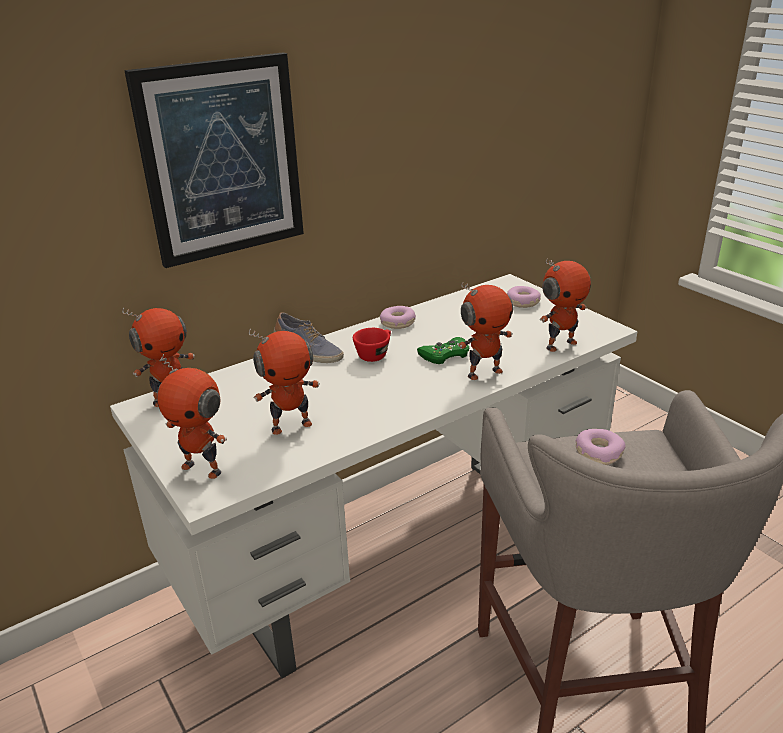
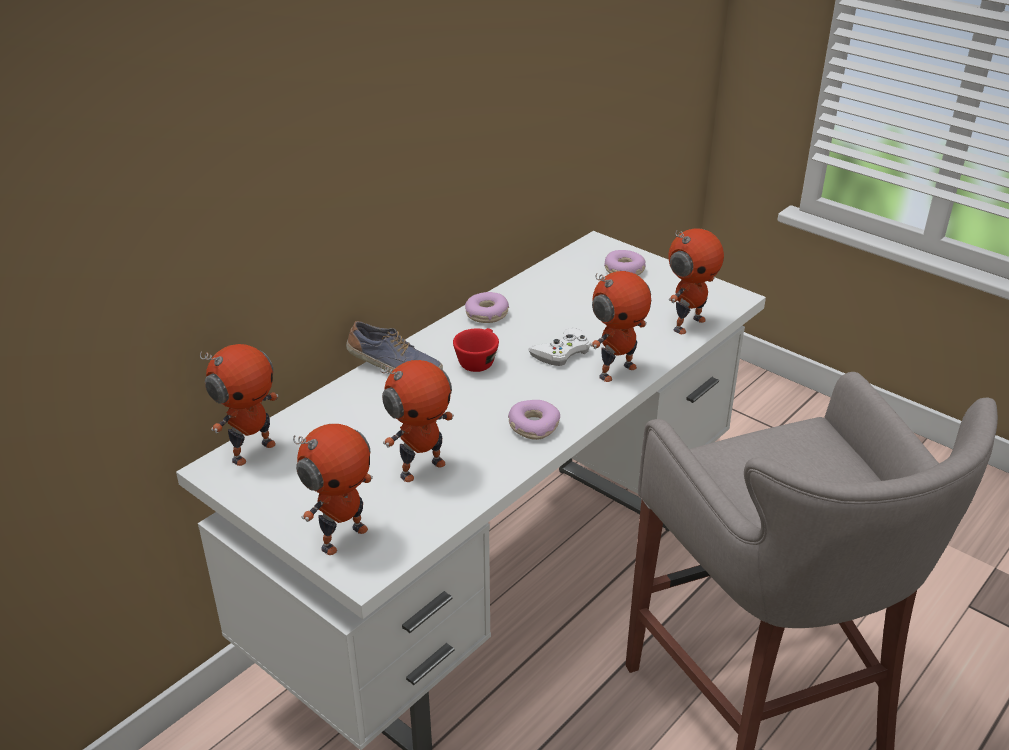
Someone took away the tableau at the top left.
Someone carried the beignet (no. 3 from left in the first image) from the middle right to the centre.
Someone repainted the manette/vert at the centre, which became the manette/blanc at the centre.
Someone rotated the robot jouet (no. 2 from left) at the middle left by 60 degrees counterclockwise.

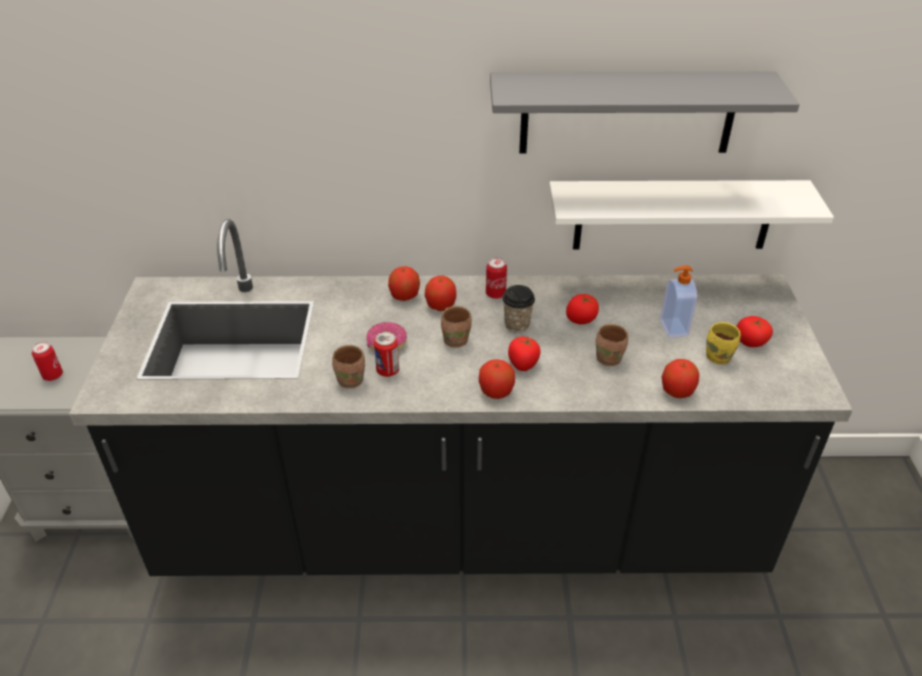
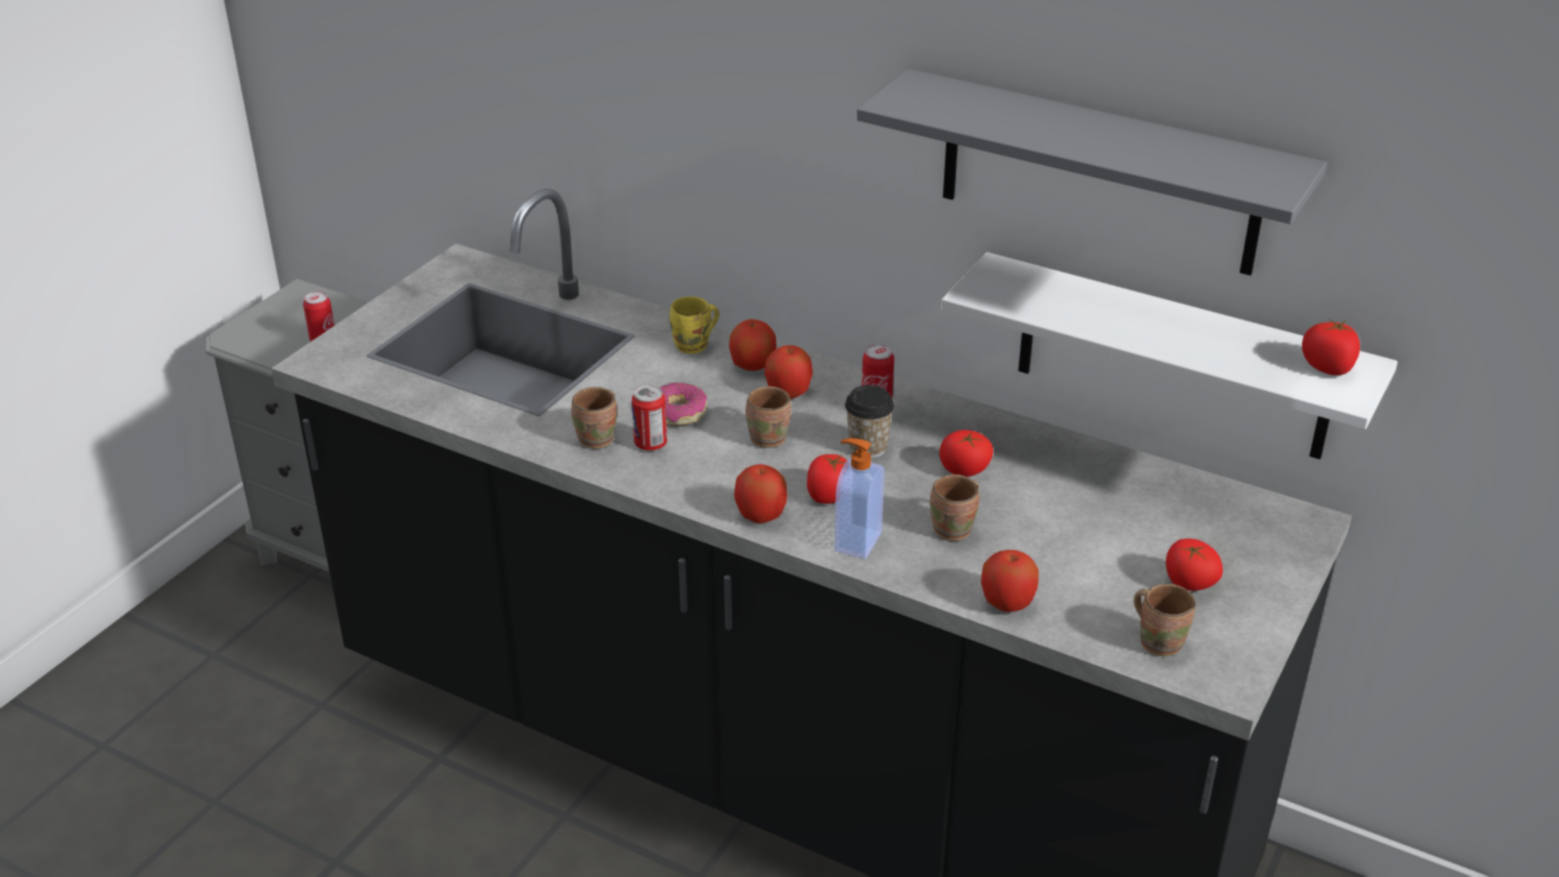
Someone put down the mug/marron (no. 4 from left) at the bottom right.
Someone put down the tomate (no. 4 from left) at the middle right.
Someone carried the distributeur de savon from the middle right to the centre.
Someone carried the mug/jaune from the middle right to the centre.

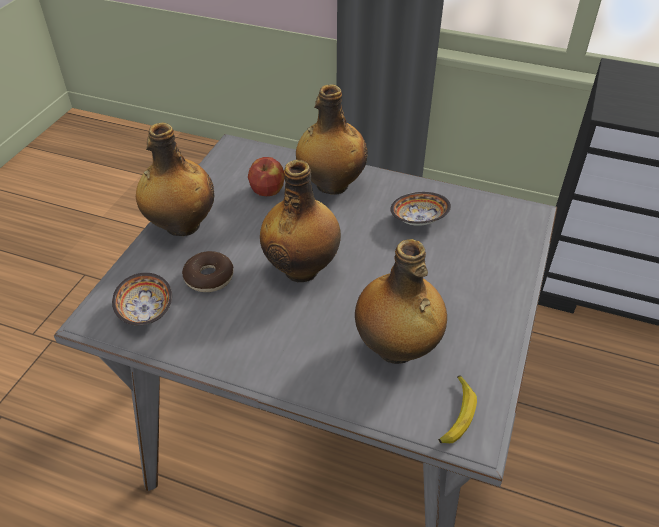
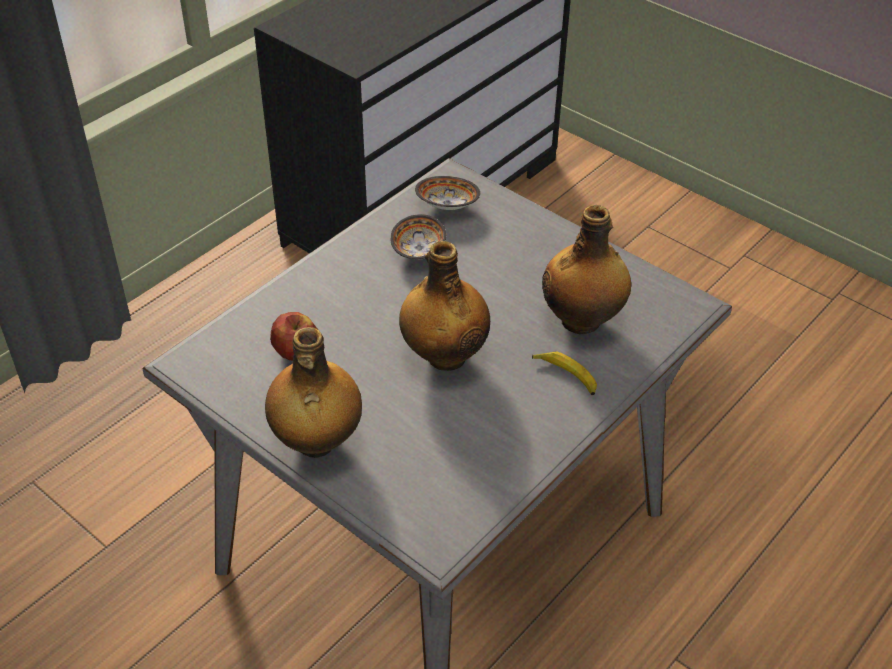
Someone took away the beignet at the middle left.
Someone took away the bouteille (no. 3 from left) at the top centre.
Someone carried the bol (no. 1 from left in the first image) from the middle left to the top centre.
Someone carried the banane from the bottom right to the centre.

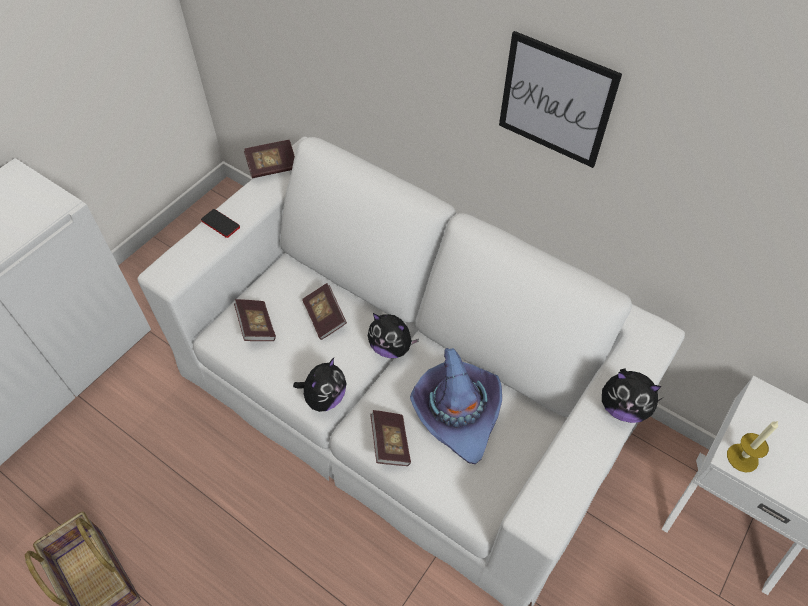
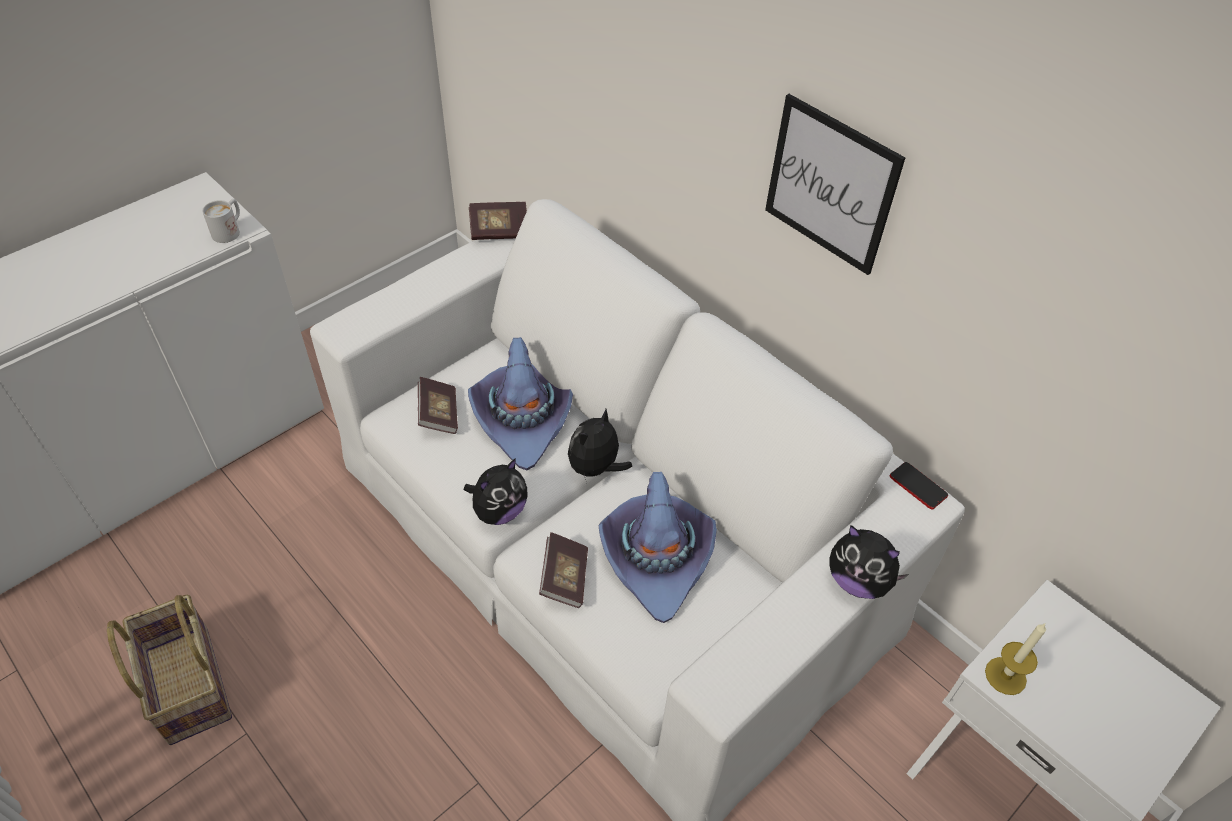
Someone put down the mug/blanc at the top left.
Someone carried the téléphone from the middle left to the middle right.
Someone swapped the livre (no. 3 from left) at the centre for the chapeau/violet (no. 1 from left) at the centre.
Someone rotated the peluche (no. 2 from left) at the centre by 90 degrees clockwise.

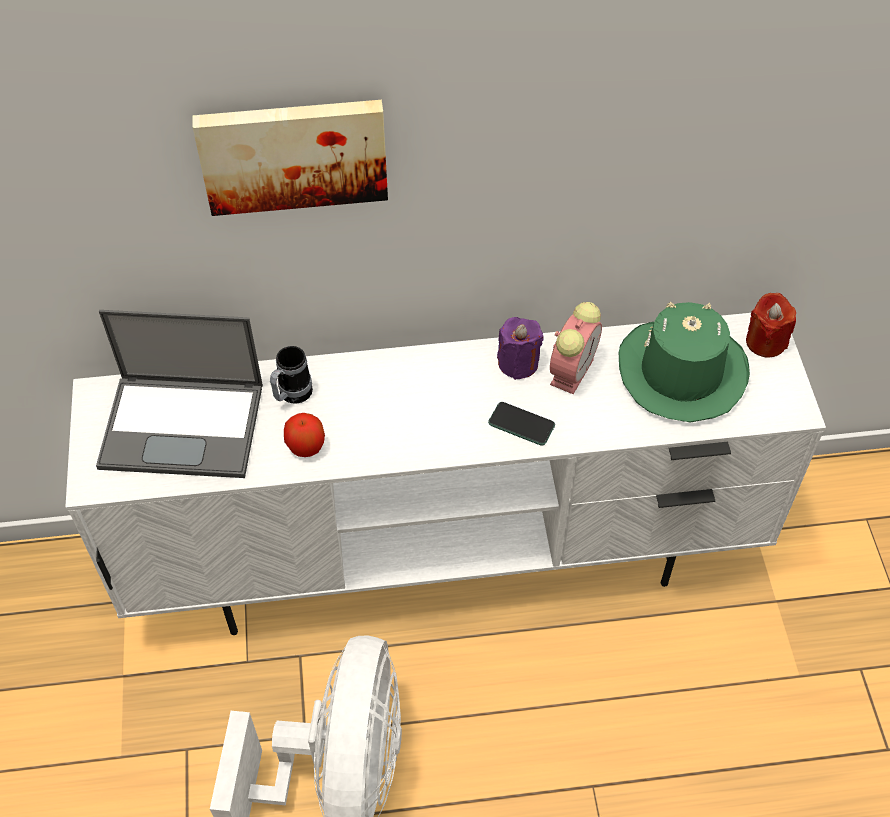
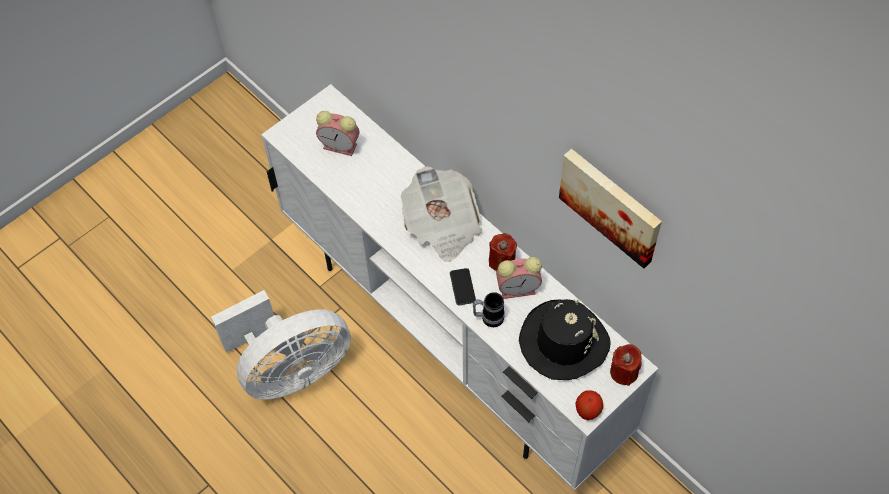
Someone put down the journal at the centre.
Someone carried the tableau from the top left to the middle right.
Someone carried the mug from the middle left to the centre.
Someone carried the pomme from the centre to the bottom centre.
Someone swapped the ordinateur portable at the middle left for the réveil (no. 1 from left) at the top centre.
Someone repainted the bougie/violet at the centre, which became the bougie/rouge (no. 1 from left) at the centre.
Someone repainted the chapeau/vert at the middle right, which became the chapeau/noir at the bottom centre.

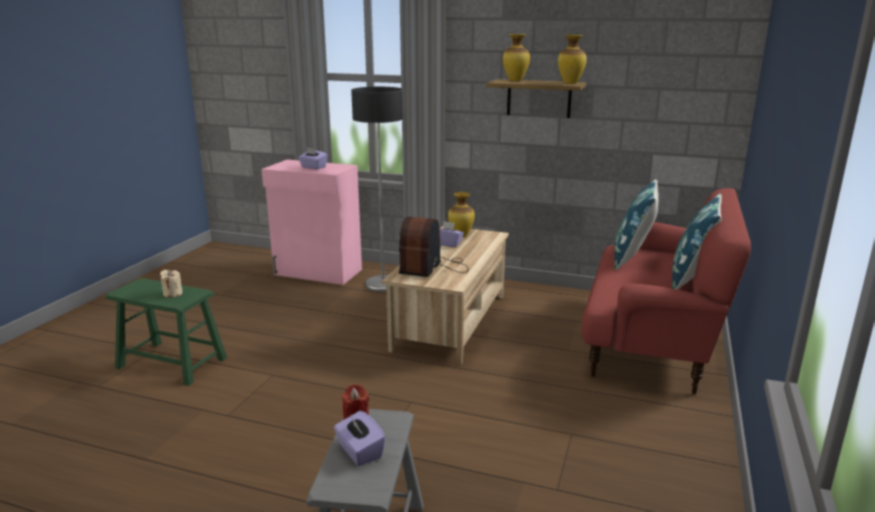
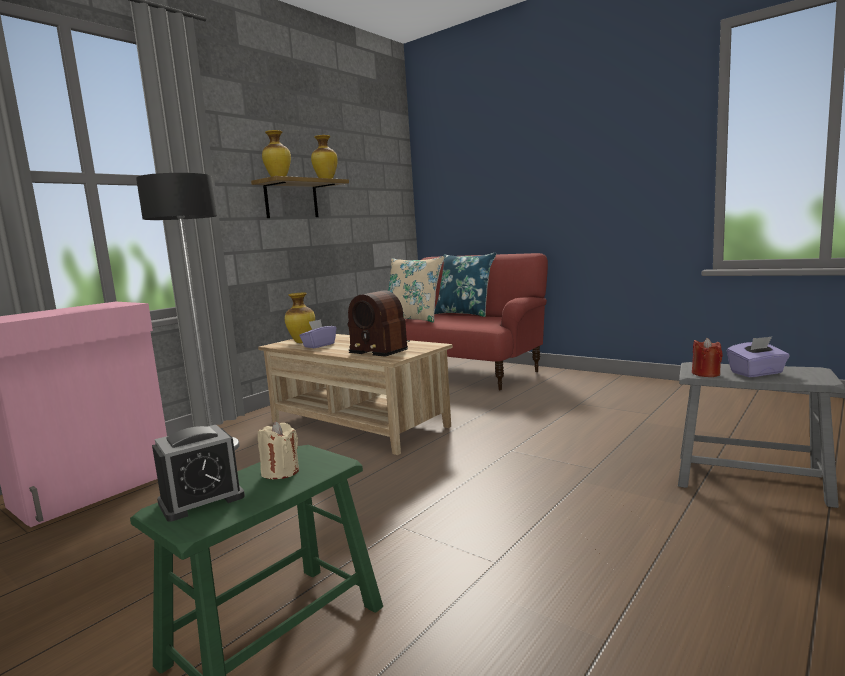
Someone took away the boîte à mouchoirs/violet (no. 1 from left) at the top centre.
Someone put down the réveil at the bottom left.
Someone repainted the coussin/bleu (no. 1 from left) at the middle right, which became the coussin/beige at the centre.

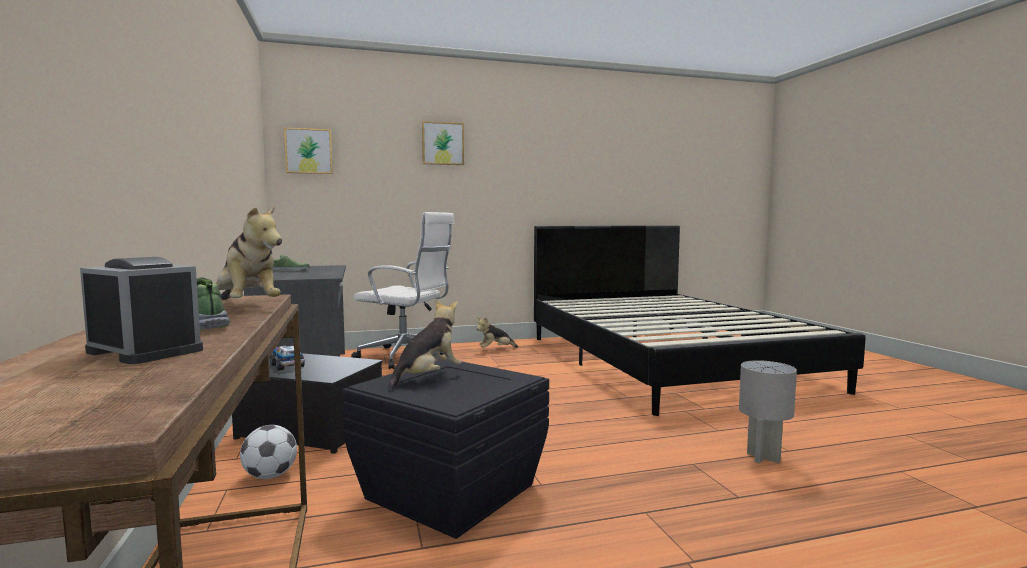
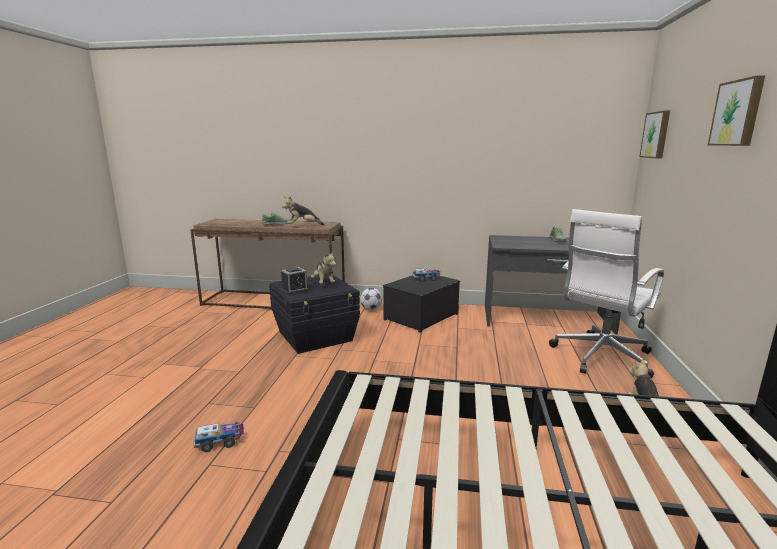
Someone carried the réveil from the middle left to the centre.
Someone swapped the lampe de table/gris at the bottom right for the camion jouet (no. 1 from left) at the bottom left.

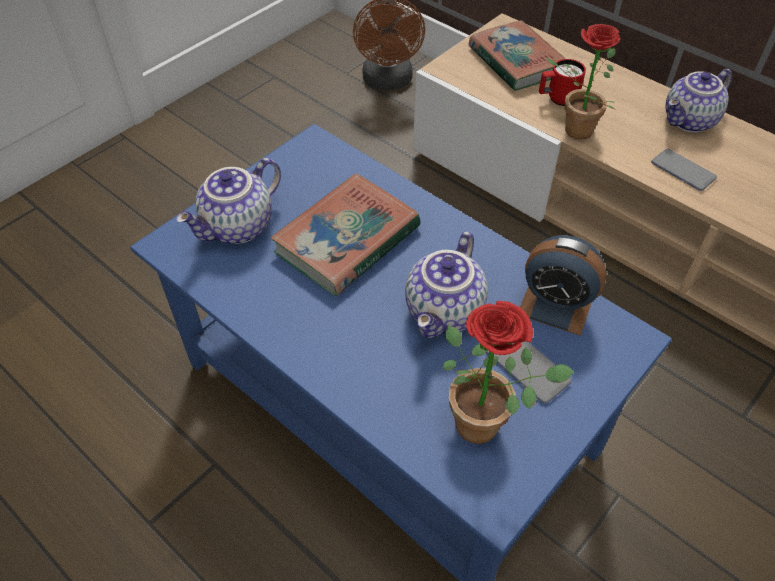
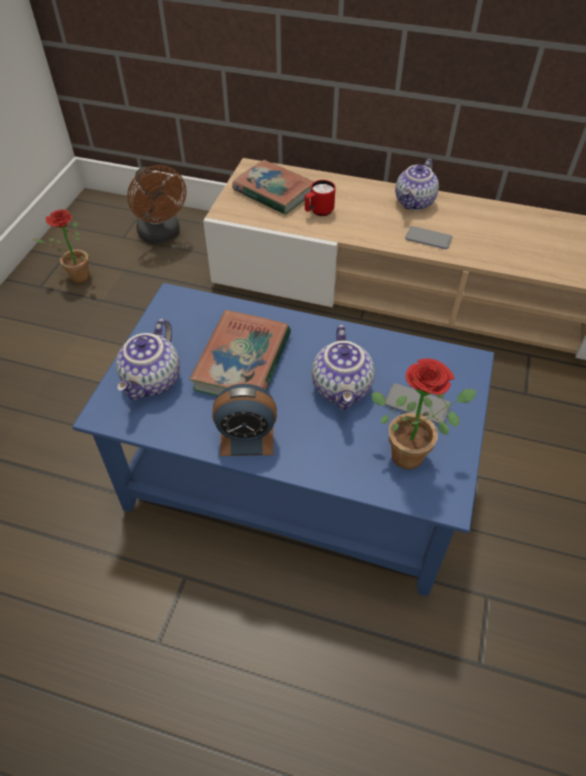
Someone carried the réveil from the middle right to the centre.
Someone carried the plante en pot (no. 2 from left in the first image) from the top right to the top left.

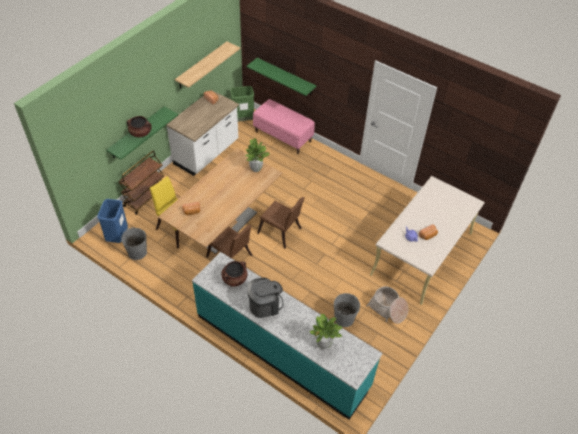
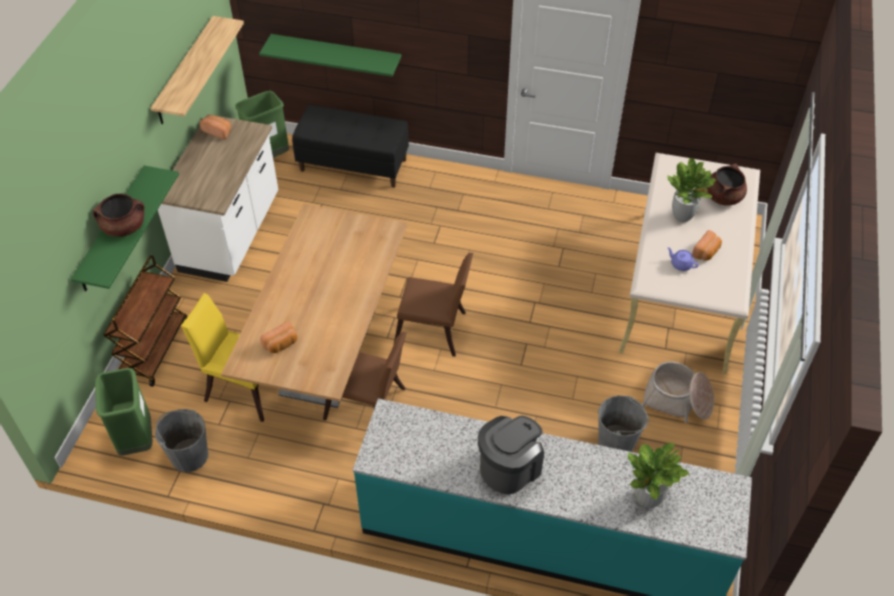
Someone carried the marmite/marron (no. 2 from left) from the centre to the top right.
Someone carried the plante en pot (no. 1 from left in the first image) from the centre to the top right.
Someone repainted the poubelle/bleu at the middle left, which became the poubelle/vert (no. 1 from left) at the bottom left.
Someone repainted the banc/rose at the top centre, which became the banc/noir at the top centre.

